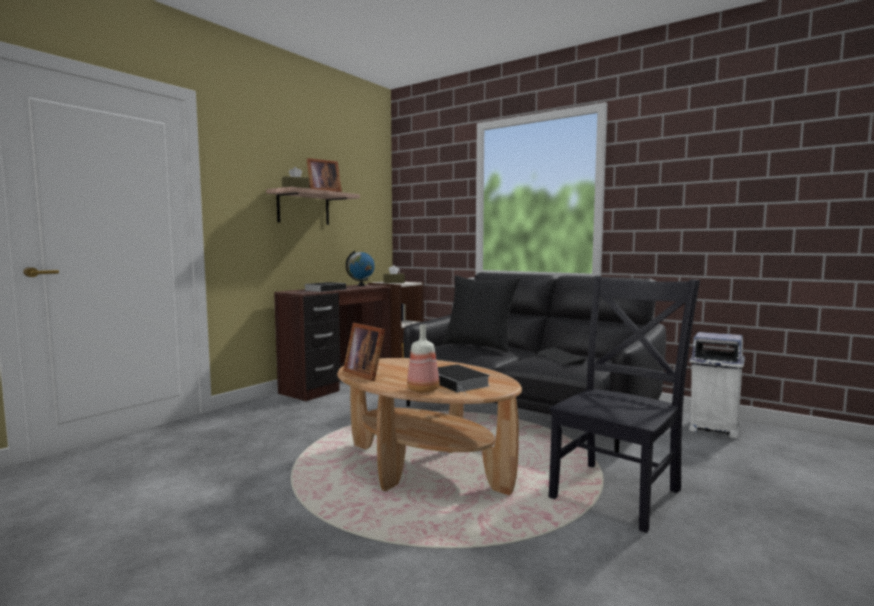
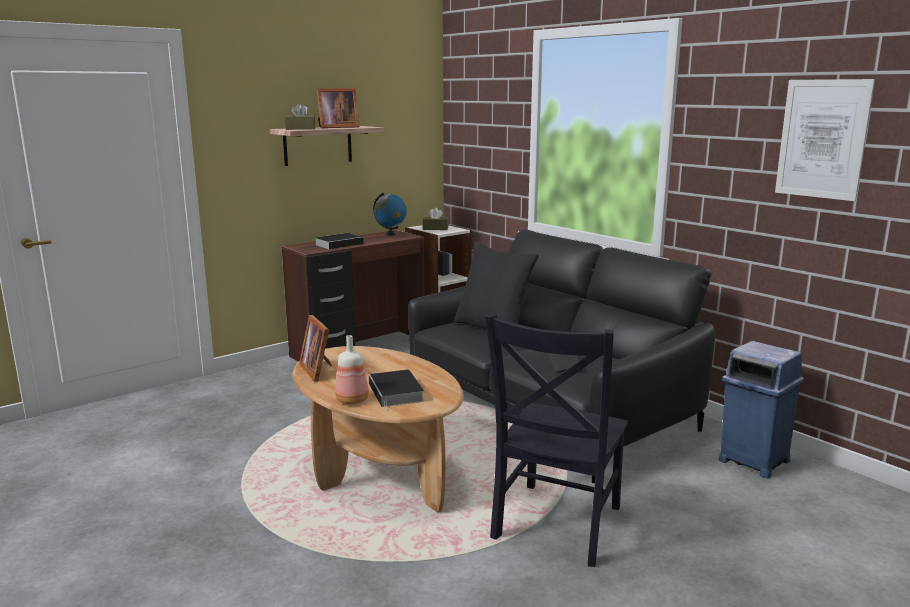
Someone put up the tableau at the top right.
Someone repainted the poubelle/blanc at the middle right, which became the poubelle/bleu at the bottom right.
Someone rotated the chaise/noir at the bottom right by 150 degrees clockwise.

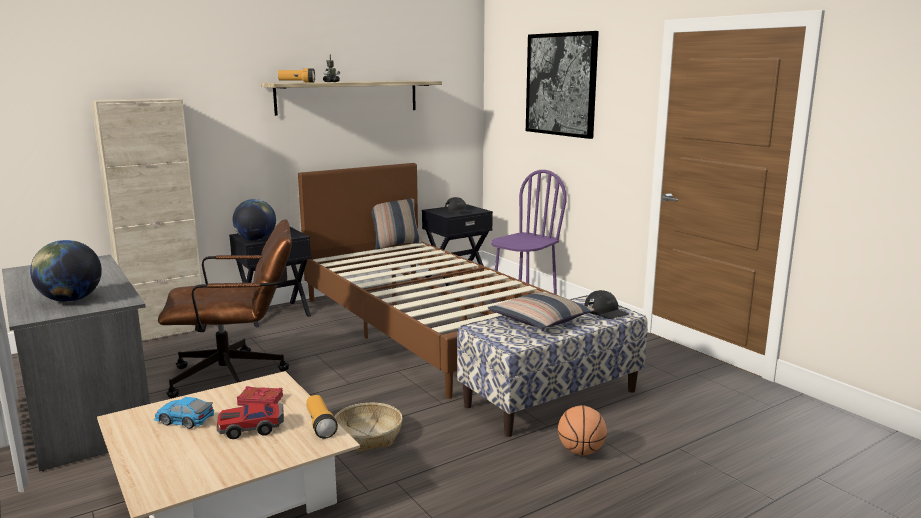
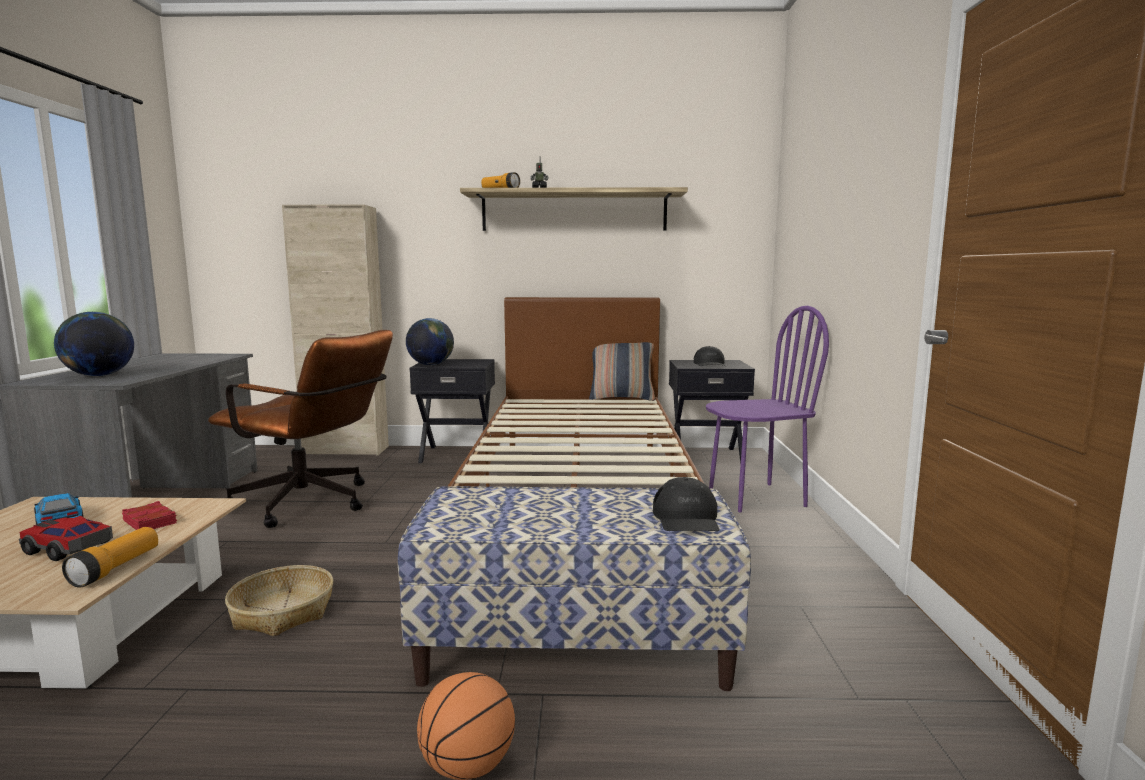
Someone took away the coussin (no. 2 from left) at the centre.
Someone took away the tableau at the top centre.

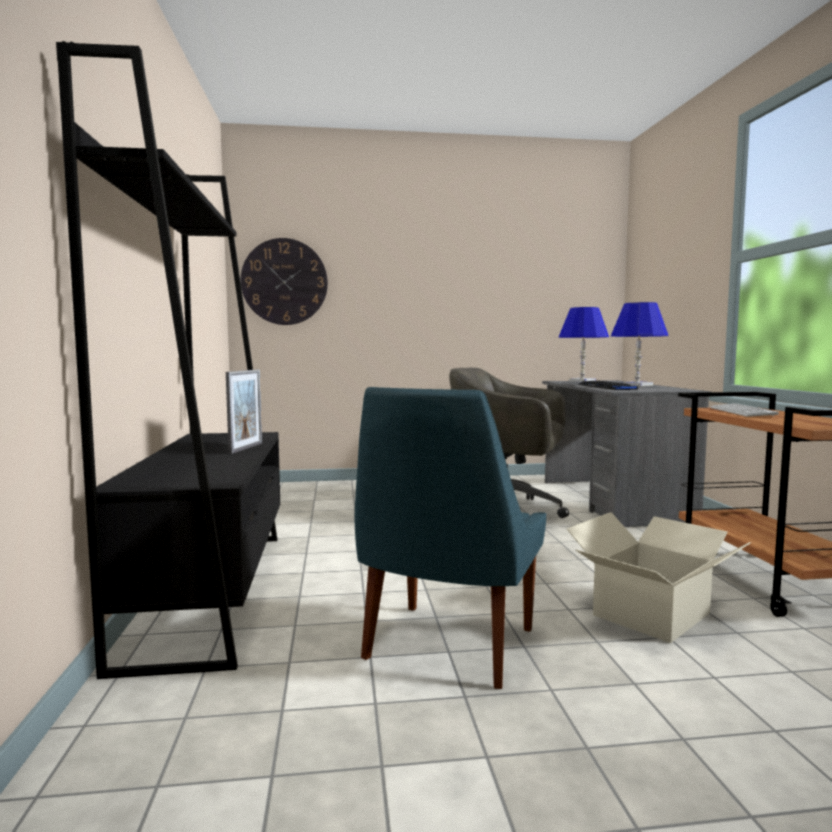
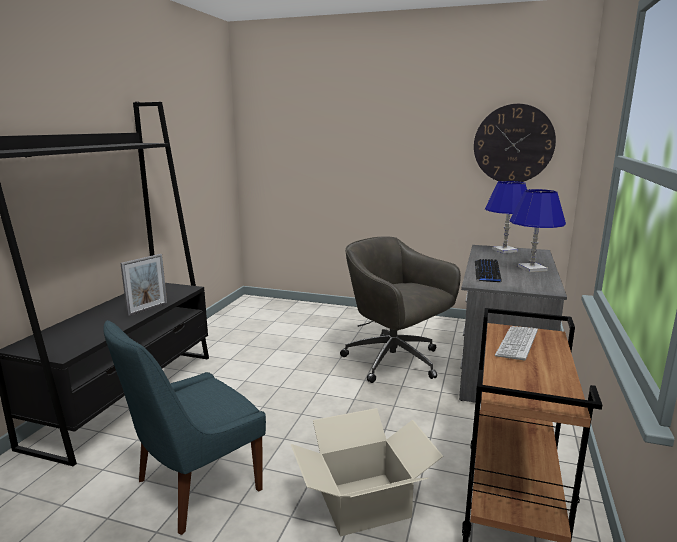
Someone carried the horloge murale from the centre to the top right.

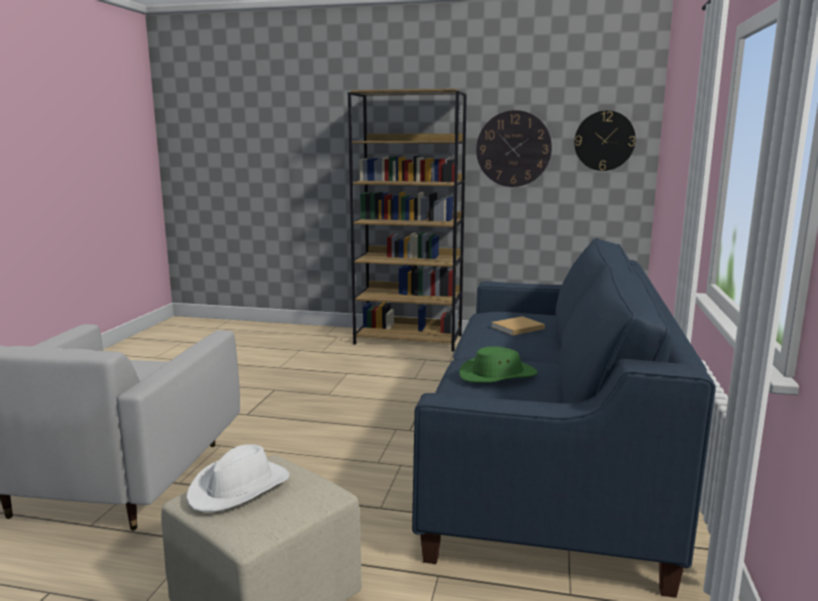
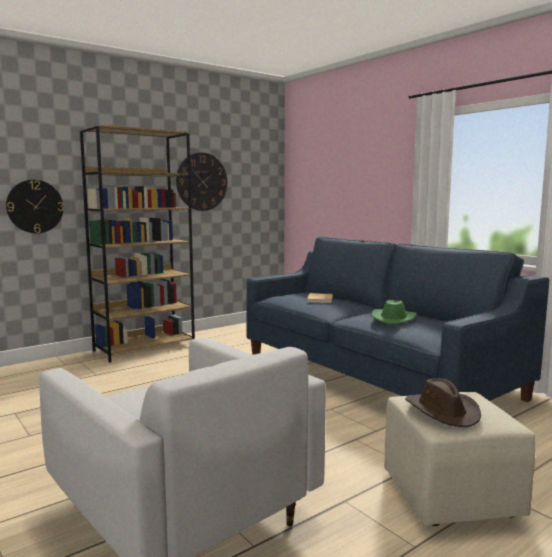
Someone carried the horloge murale (no. 2 from left in the first image) from the top right to the middle left.
Someone repainted the chapeau/blanc at the bottom left, which became the chapeau/marron at the bottom right.

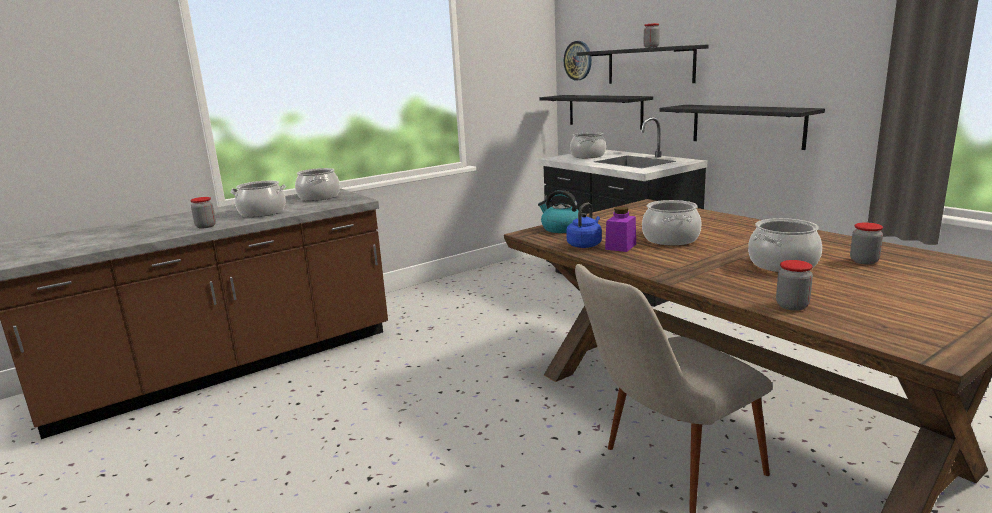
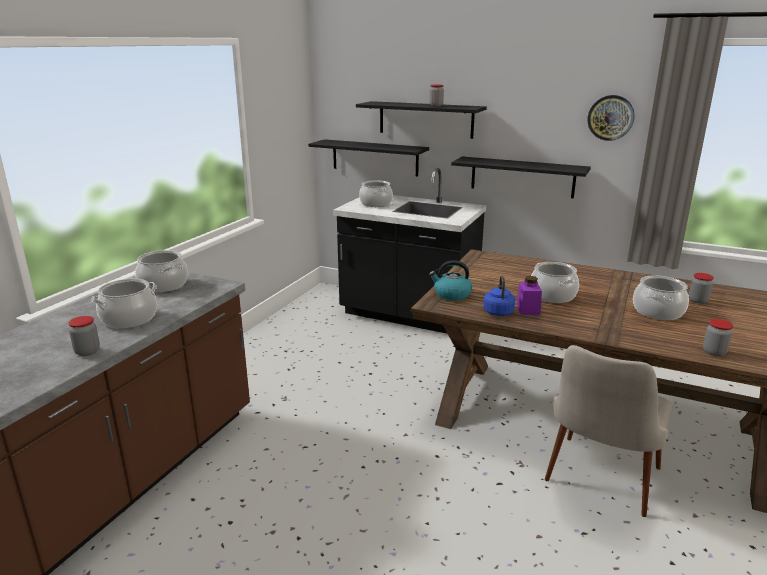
Someone carried the horloge murale from the top centre to the top right.

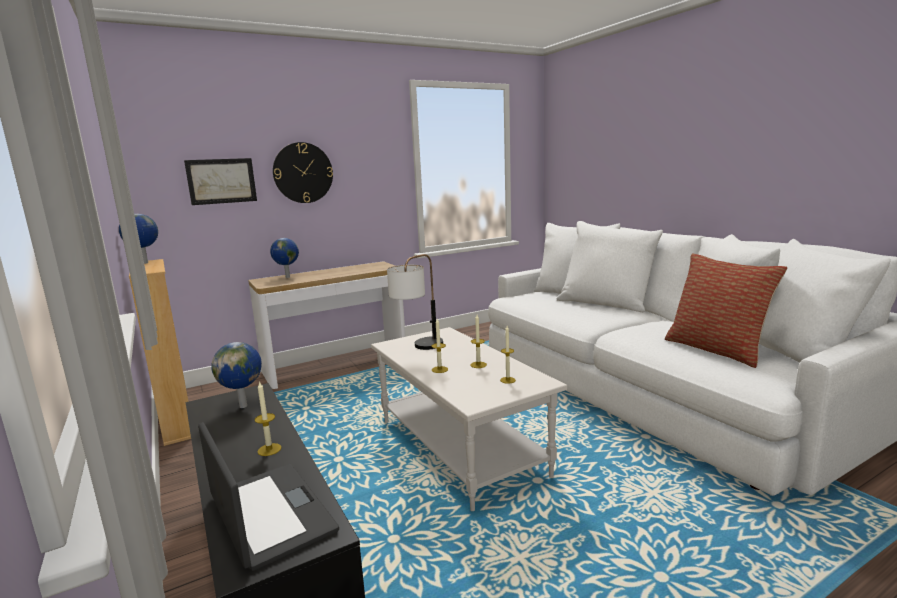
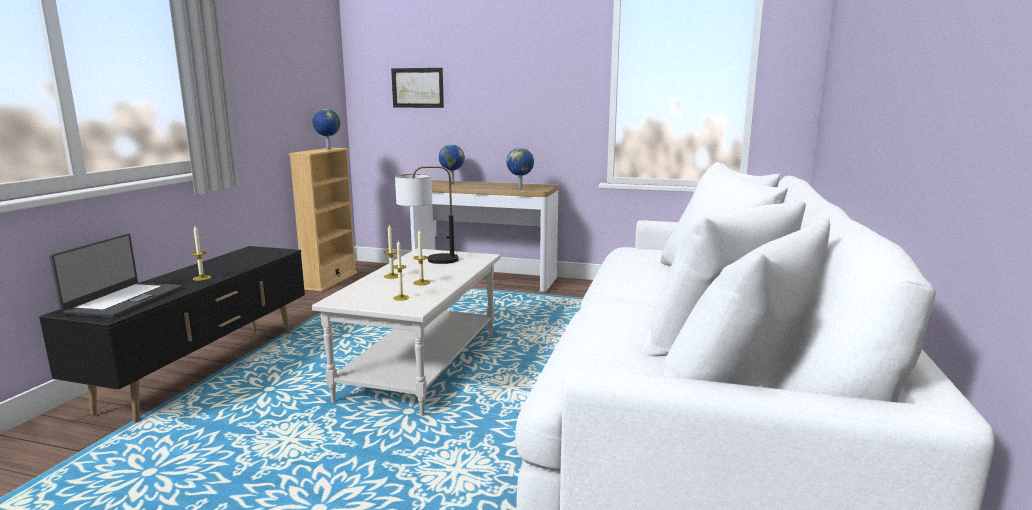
Someone took away the horloge murale at the top centre.
Someone took away the coussin at the middle right.
Someone carried the globe (no. 2 from left in the first image) from the middle left to the top centre.

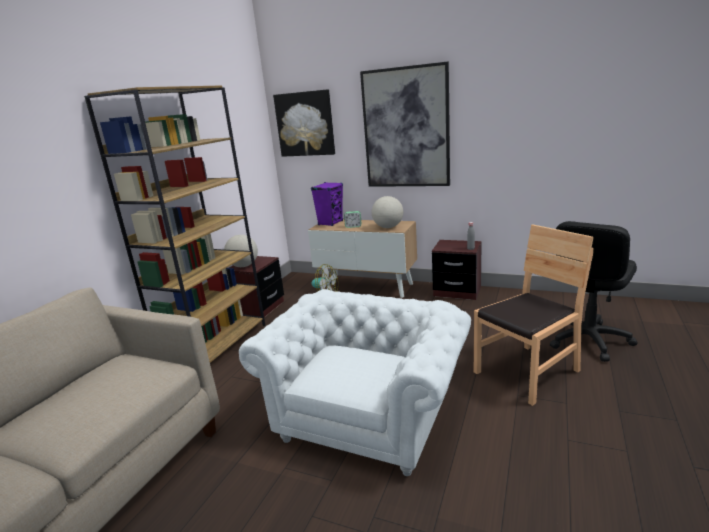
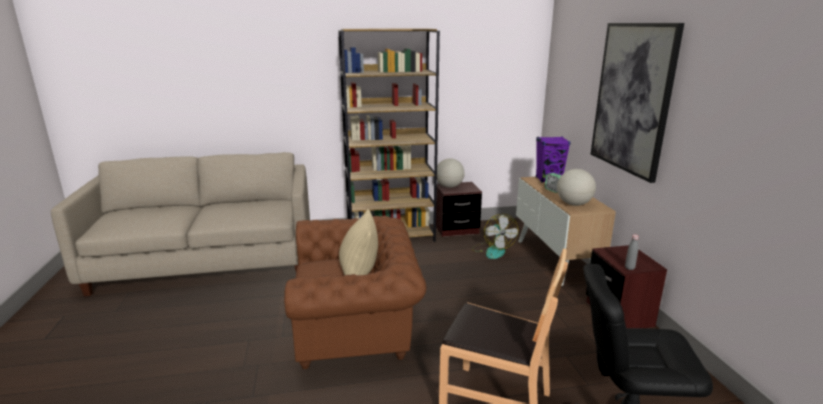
Someone took away the tableau (no. 1 from left) at the top centre.
Someone put down the coussin/beige at the centre.
Someone repainted the fauteuil/blanc at the bottom centre, which became the fauteuil/marron at the bottom centre.

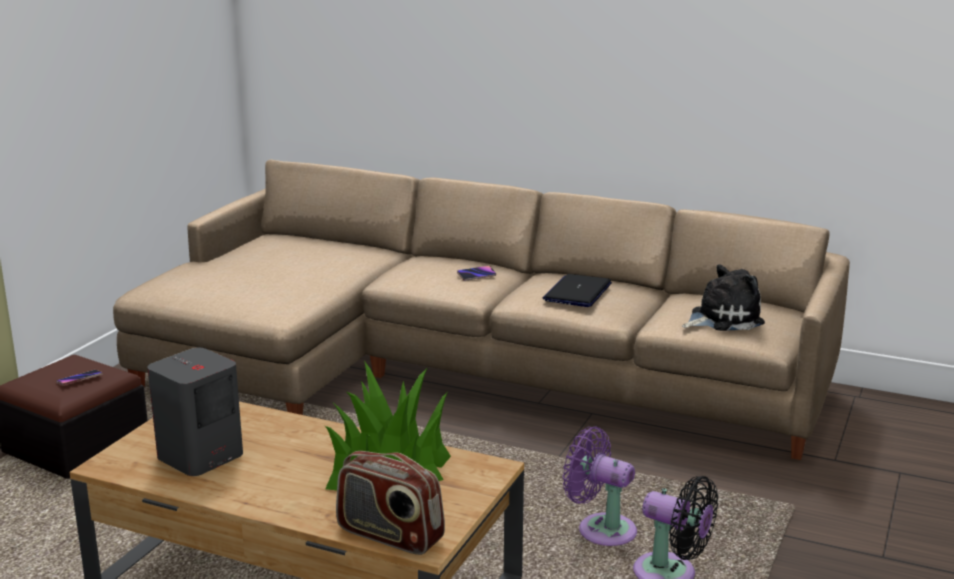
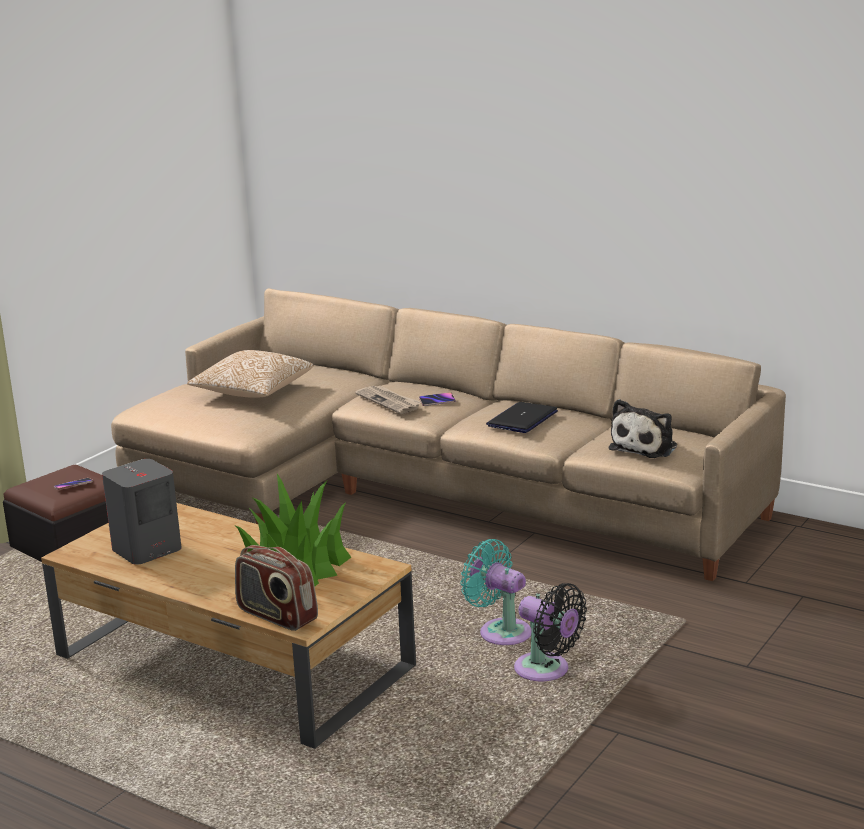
Someone put down the coussin at the middle left.
Someone put down the journal at the centre.
Someone repainted the ventilateur/violet at the bottom centre, which became the ventilateur/turquoise at the bottom centre.
Someone rotated the peluche at the middle right by 135 degrees clockwise.

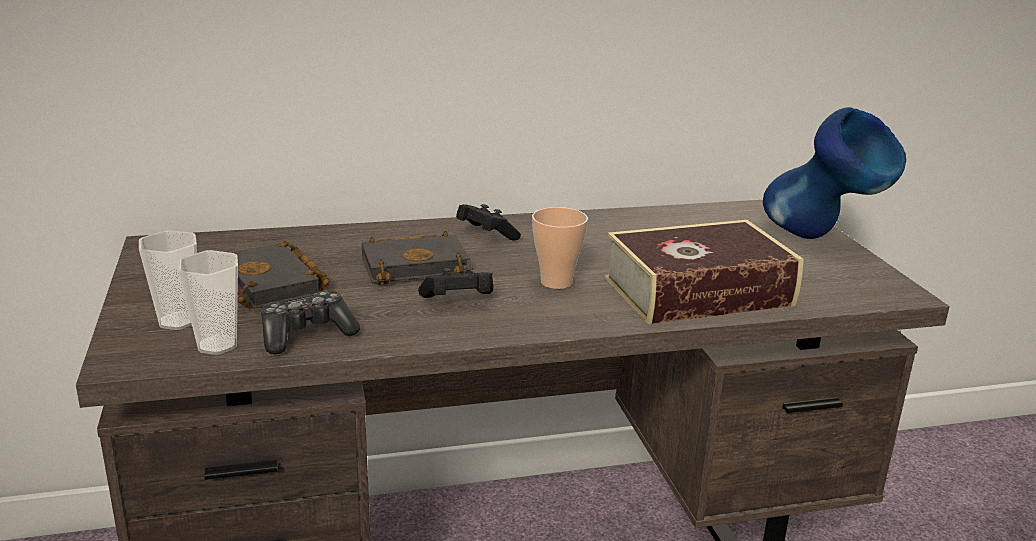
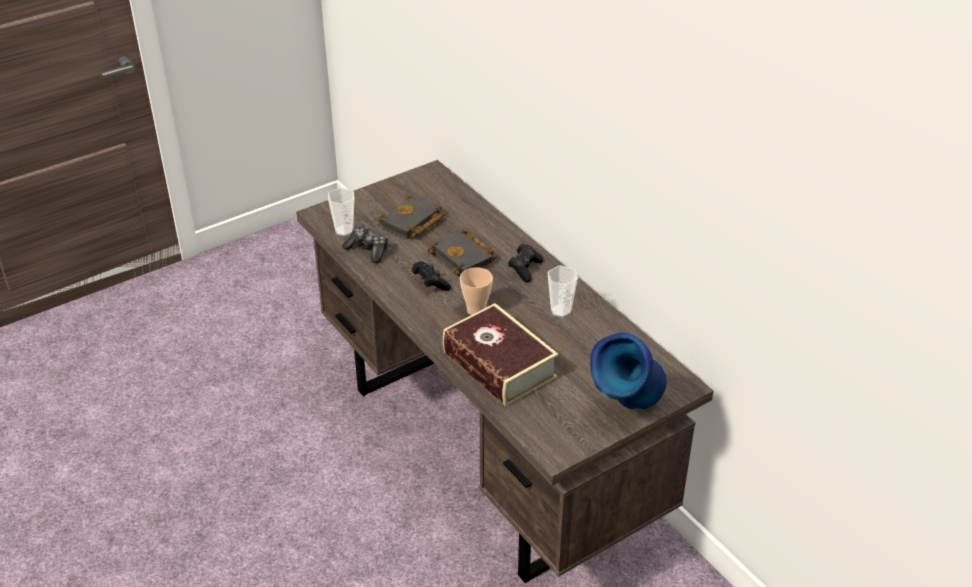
Someone carried the tasse (no. 1 from left in the first image) from the middle left to the centre.

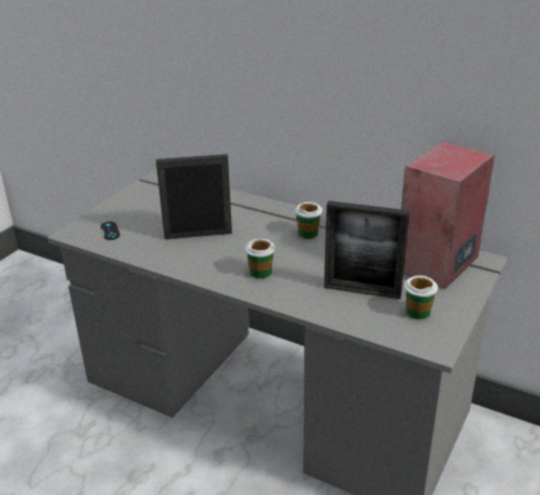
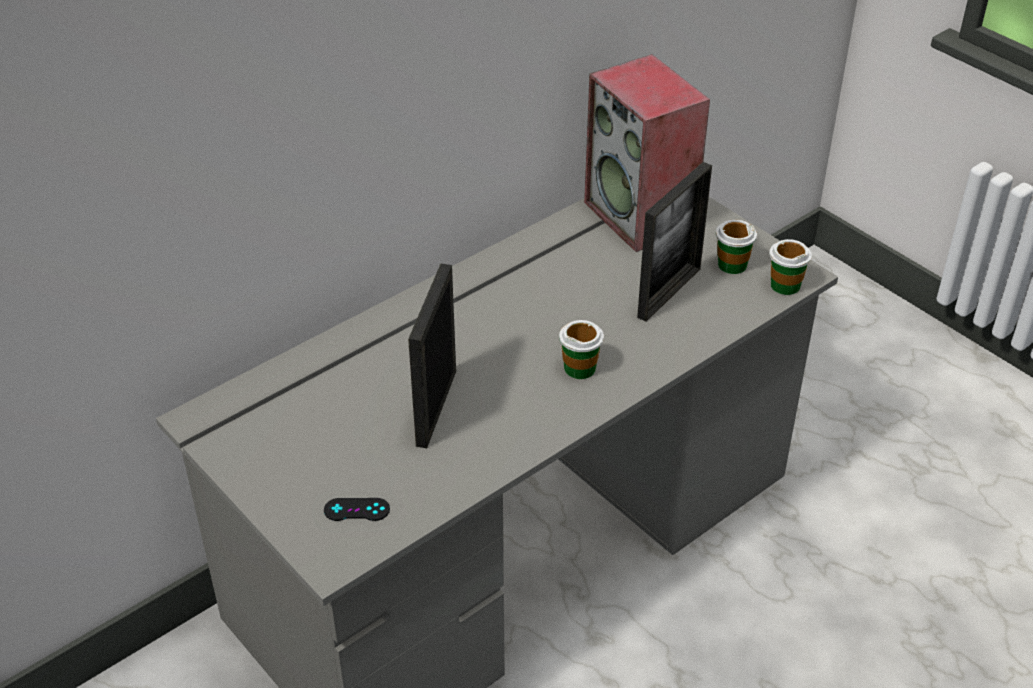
Someone carried the tasse (no. 2 from left in the first image) from the centre to the middle right.

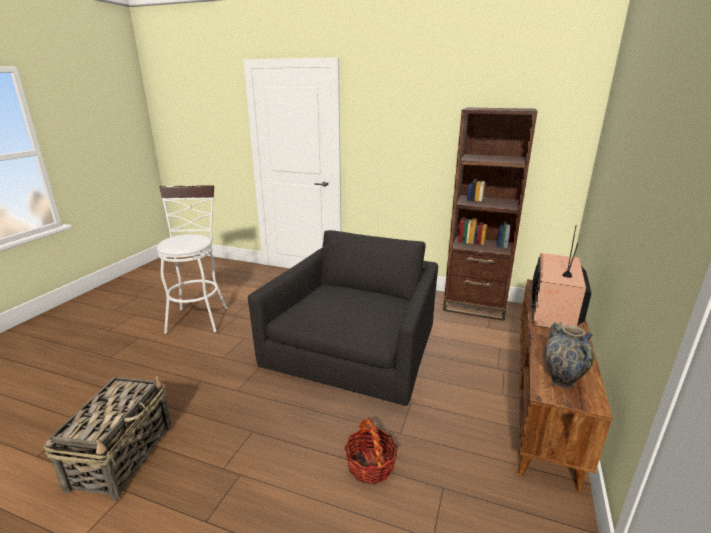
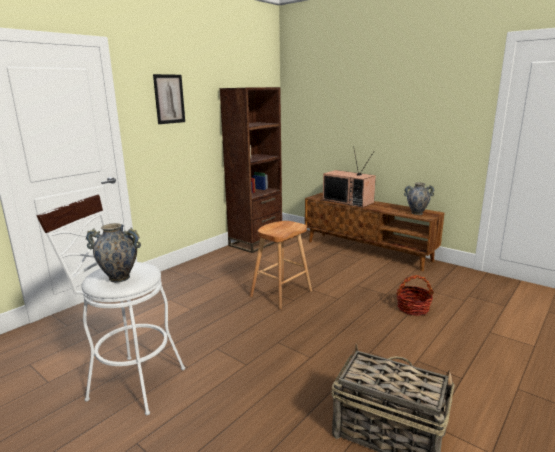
Someone put down the vase (no. 1 from left) at the middle left.
Someone put up the tableau at the top left.
Someone swapped the fauteuil/noir at the centre for the tabouret/marron at the centre.

